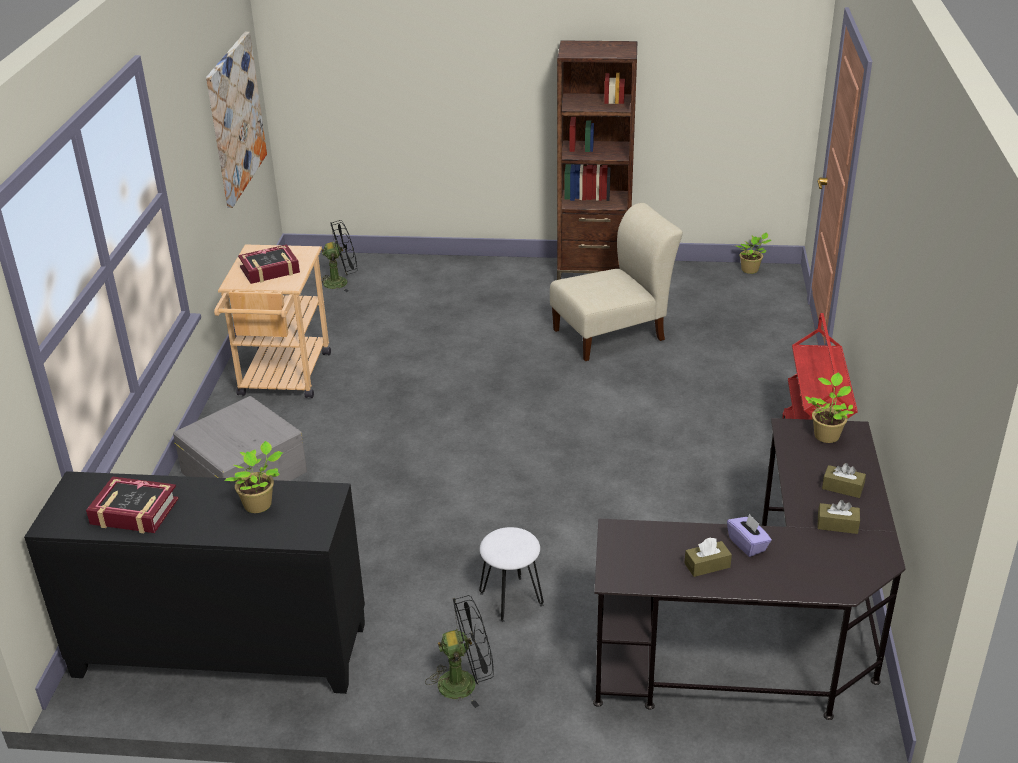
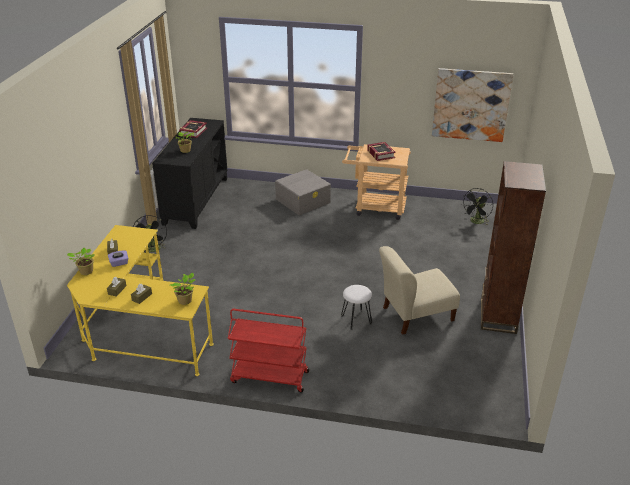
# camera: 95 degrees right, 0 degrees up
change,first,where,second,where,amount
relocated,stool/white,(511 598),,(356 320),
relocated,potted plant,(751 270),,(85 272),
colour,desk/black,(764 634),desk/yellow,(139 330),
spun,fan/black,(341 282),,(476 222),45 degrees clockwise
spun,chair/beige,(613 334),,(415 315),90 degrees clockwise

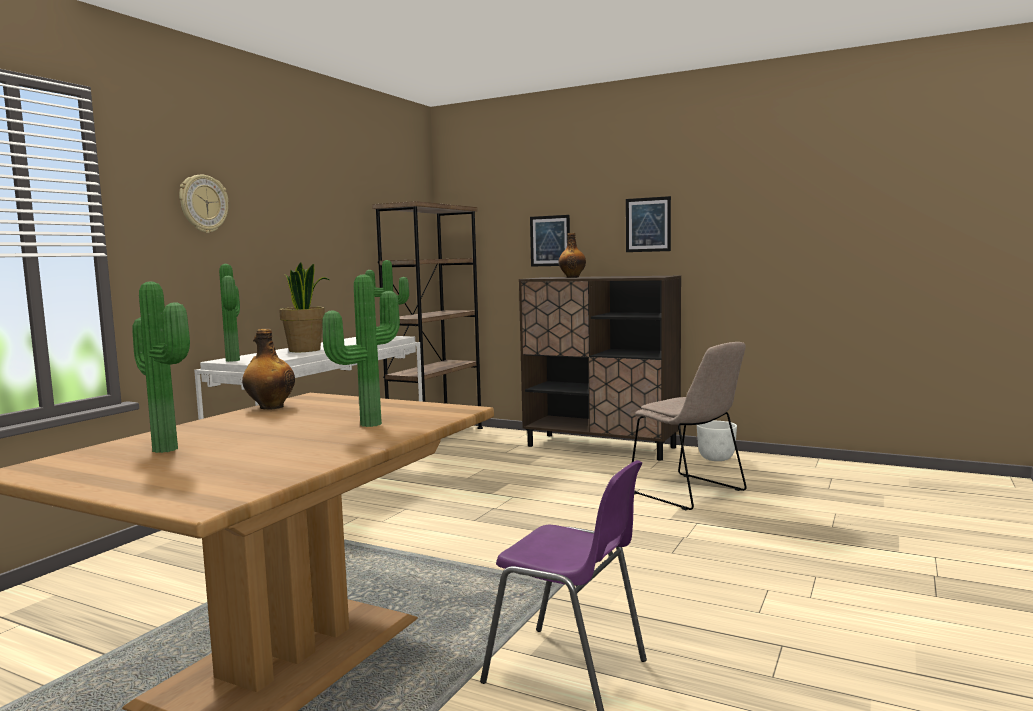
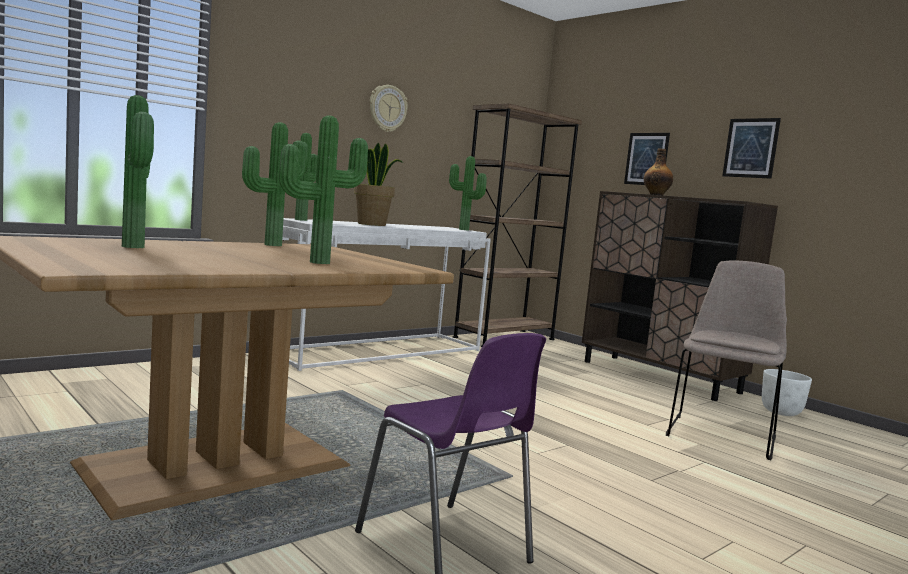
# camera: 20 degrees right, 0 degrees up
change,first,where,second,where,amount
relocated,wall clock,(203 204),,(387 108),
exchanged,bottle,(270 407),potted plant,(270 244),
spun,chair/beige,(690 493),,(721 435),135 degrees counterclockwise

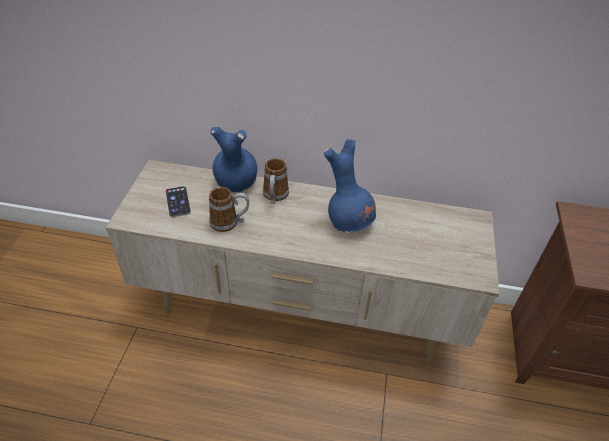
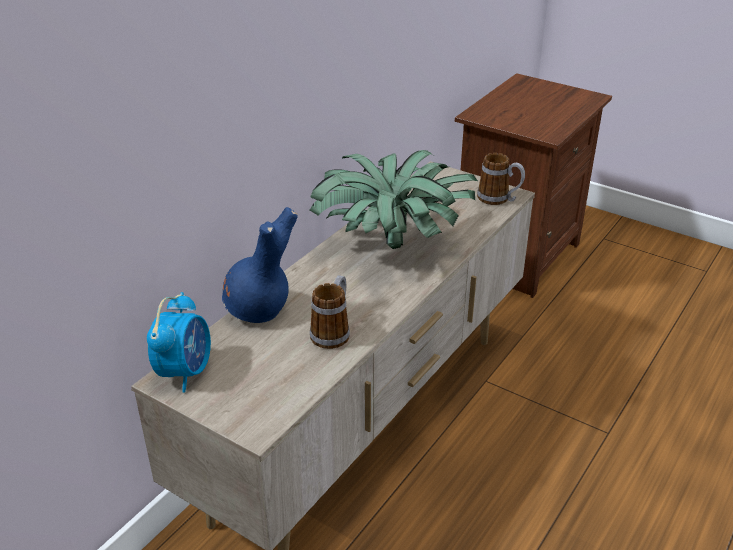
# camera: 65 degrees left, 10 degrees down
change,first,where,second,where,amount
missing,phone,(178 202),,,
appeared,,,alarm clock,(185 372),
relocated,mug,(275 197),,(499 199),
exchanged,vase/blue,(349 221),potted plant,(390 244),

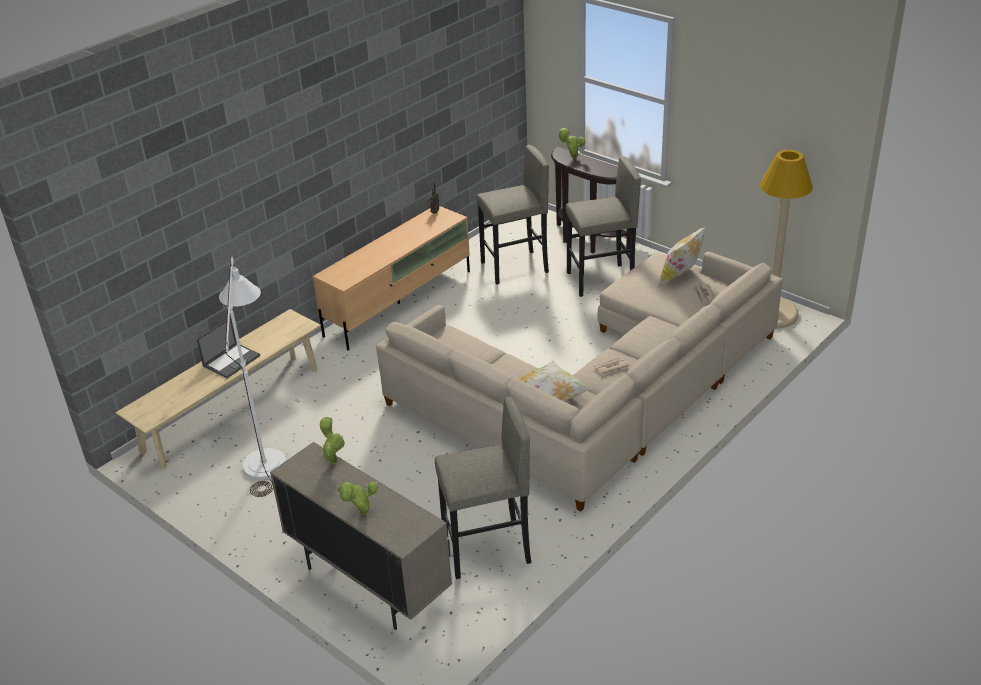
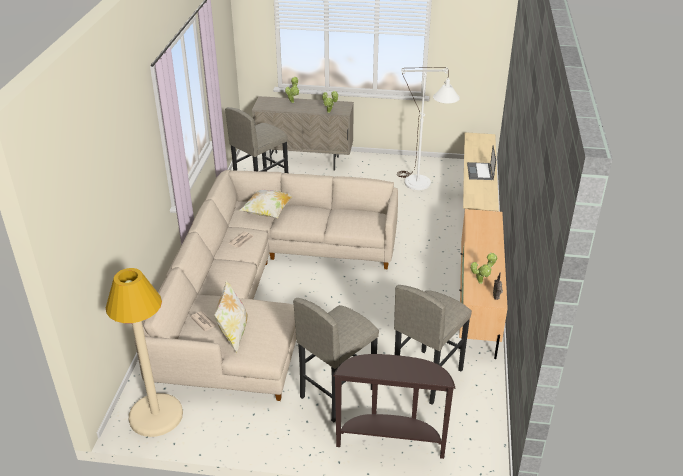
# camera: 145 degrees right, 0 degrees up
change,first,where,second,where,amount
relocated,potted plant,(572 158),,(481 281),

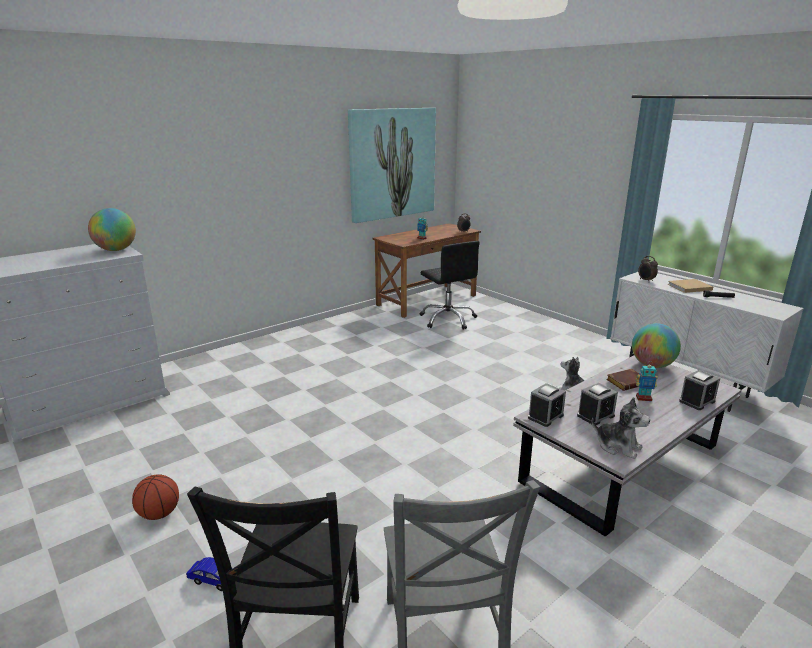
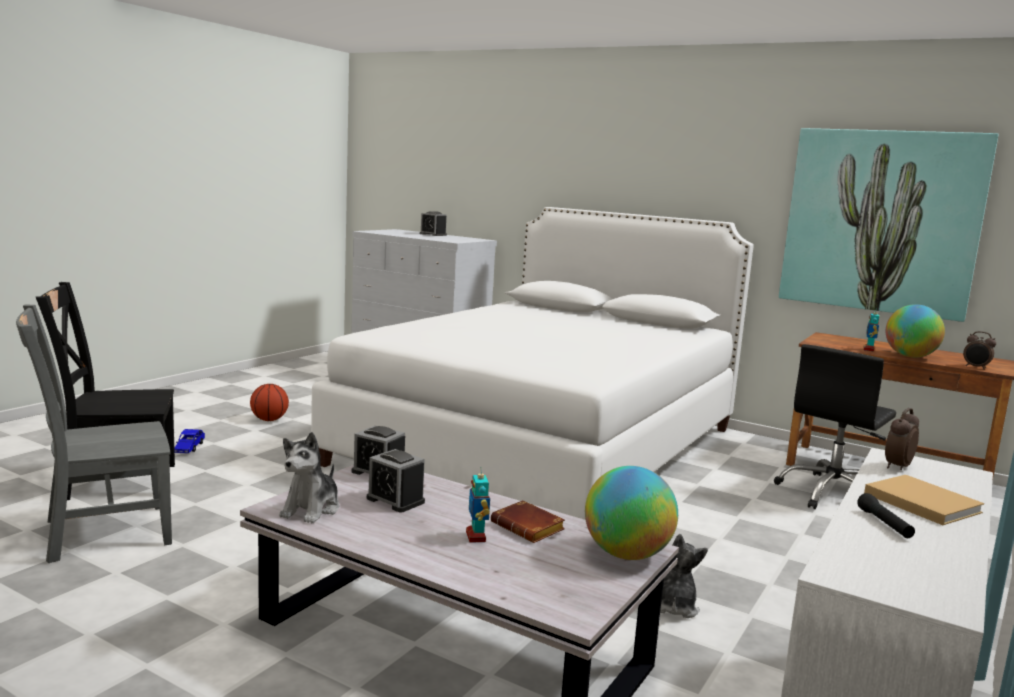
# camera: 70 degrees right, 10 degrees down
change,first,where,second,where,amount
appeared,,,bed/white,(544 445),
relocated,globe,(116 250),,(910 356),
relocated,alarm clock,(697 401),,(433 234),

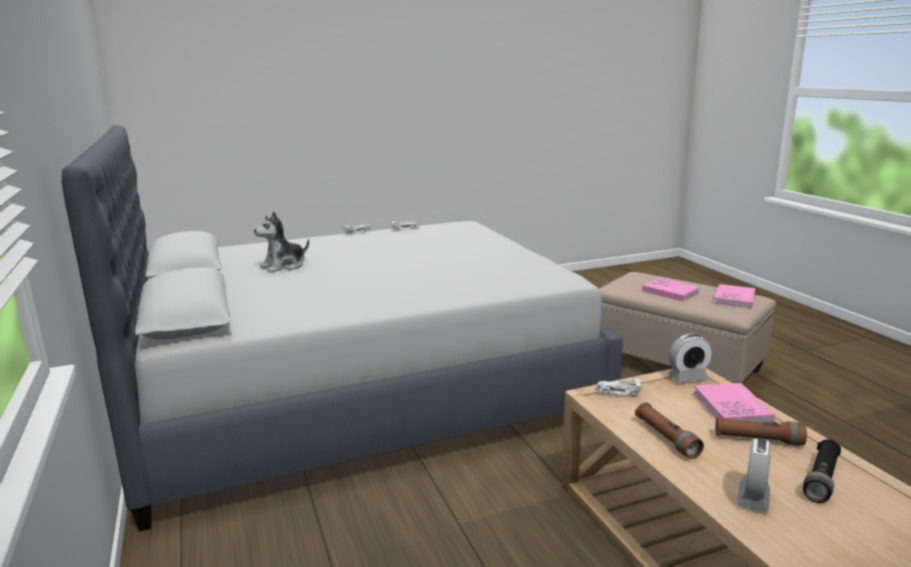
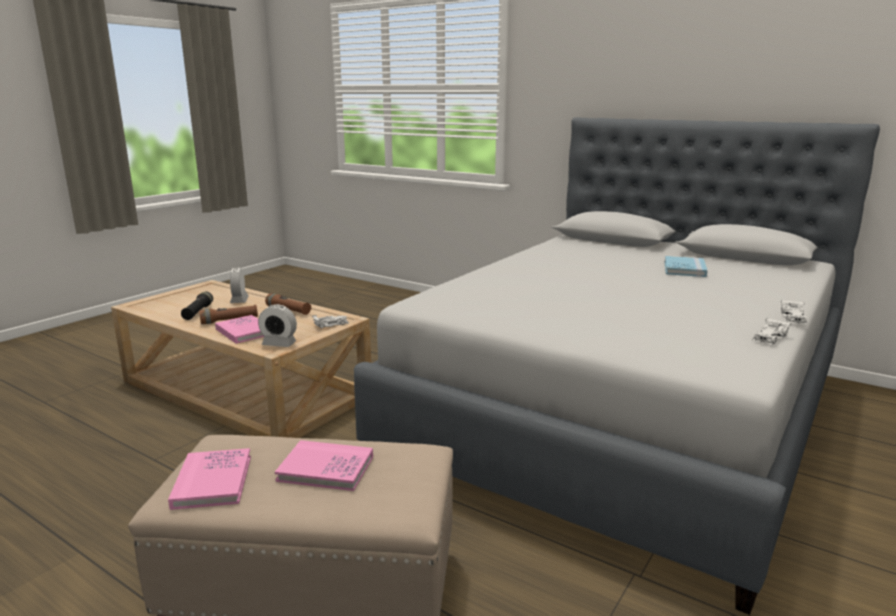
# camera: 145 degrees right, 0 degrees up
change,first,where,second,where,amount
exchanged,plush toy,(284 266),book/blue,(684 269),
spun,alarm clock,(688 377),,(279 344),120 degrees counterclockwise

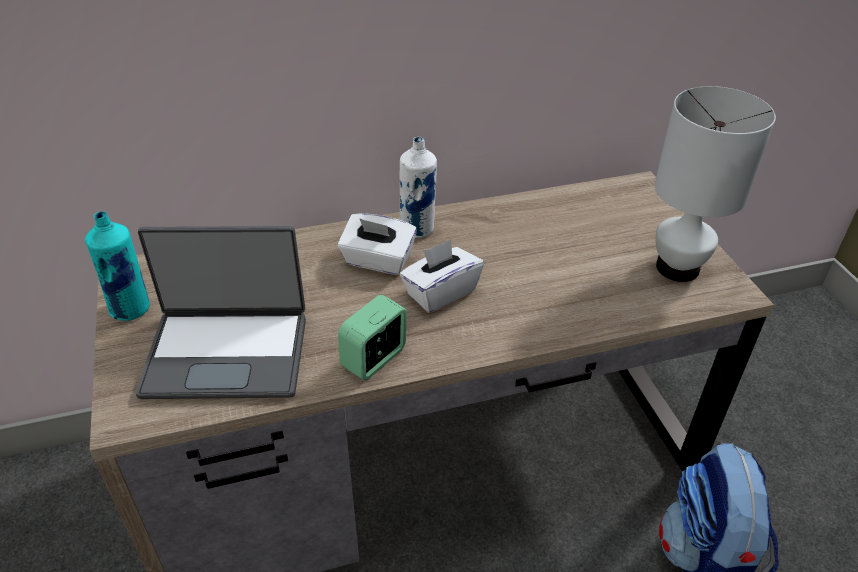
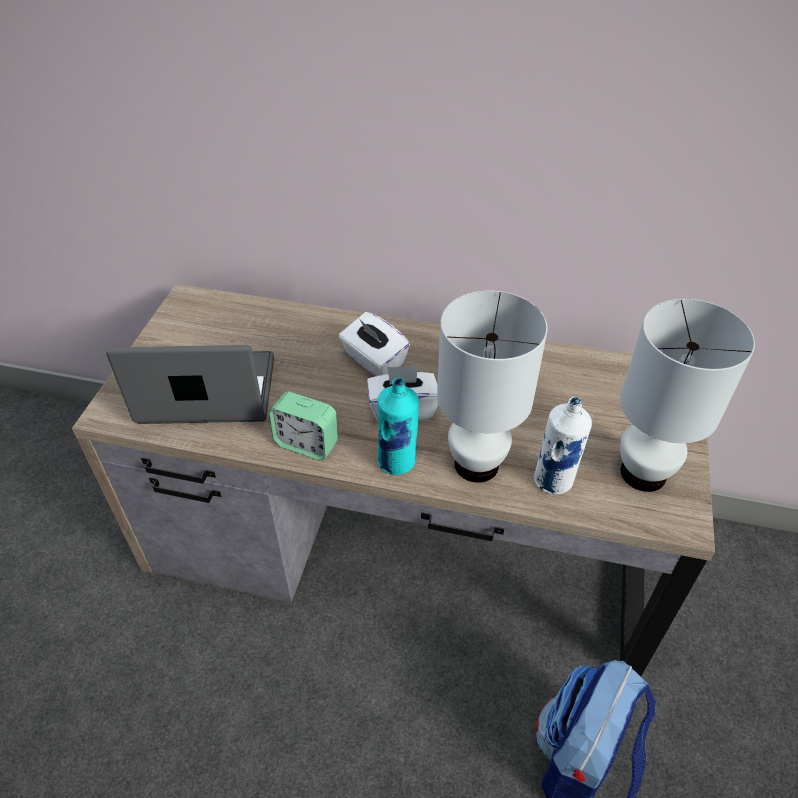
# camera: 30 degrees right, 5 degrees up
change,first,where,second,where,amount
appeared,,,table lamp/white,(475 464),
relocated,bottle/turquoise,(131 309),,(397 462),
relocated,bottle/white,(417 229),,(554 480),
spun,laptop,(227 353),,(207 393),150 degrees clockwise
spun,alarm clock,(374 359),,(306 444),135 degrees counterclockwise

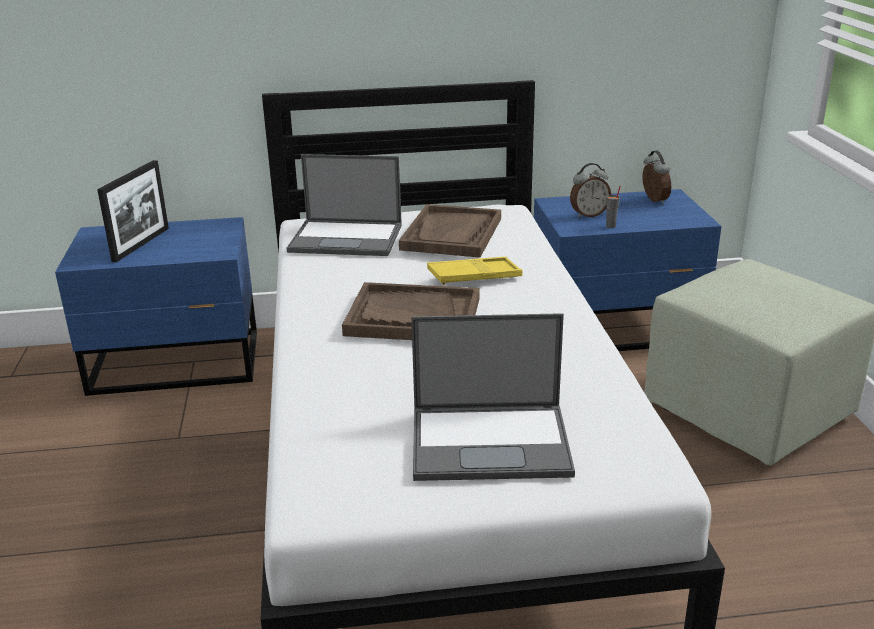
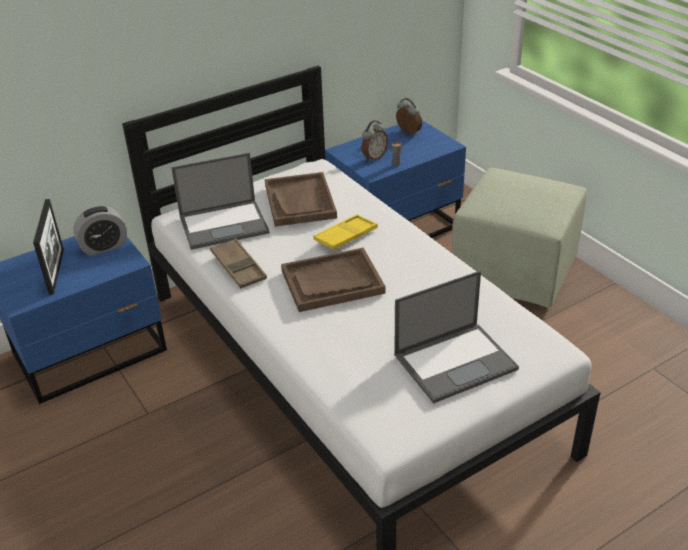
# camera: 25 degrees left, 10 degrees up
change,first,where,second,where,amount
appeared,,,alarm clock,(104 247),
appeared,,,tray/brown,(238 267),

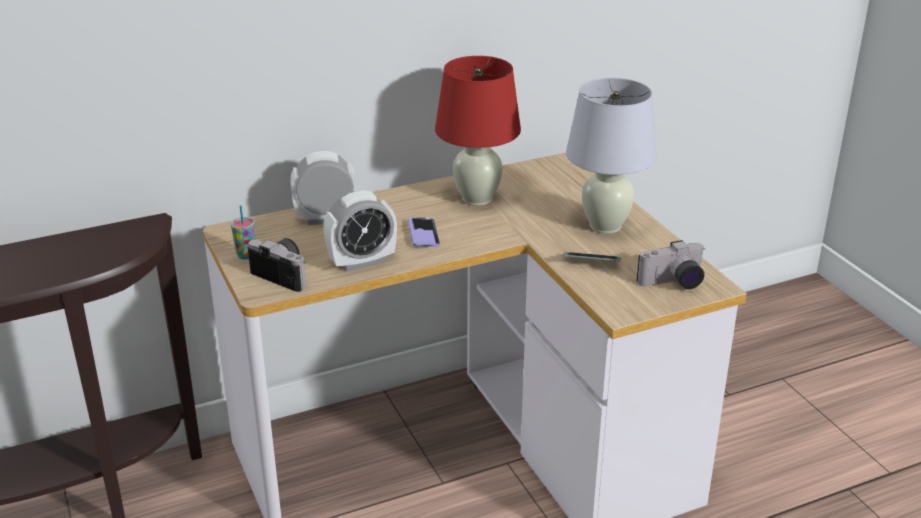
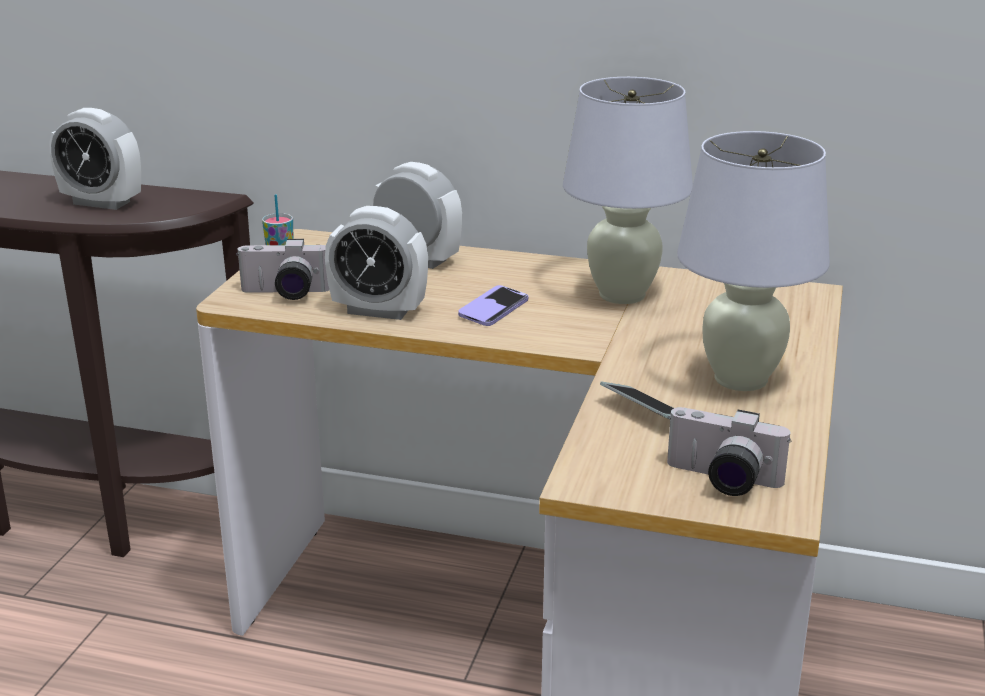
# camera: 40 degrees right, 5 degrees down
change,first,where,second,where,amount
appeared,,,alarm clock,(101 203),
colour,table lamp/red,(476 198),table lamp/white,(621 295),
spun,photo camera,(285 274),,(284 294),105 degrees clockwise

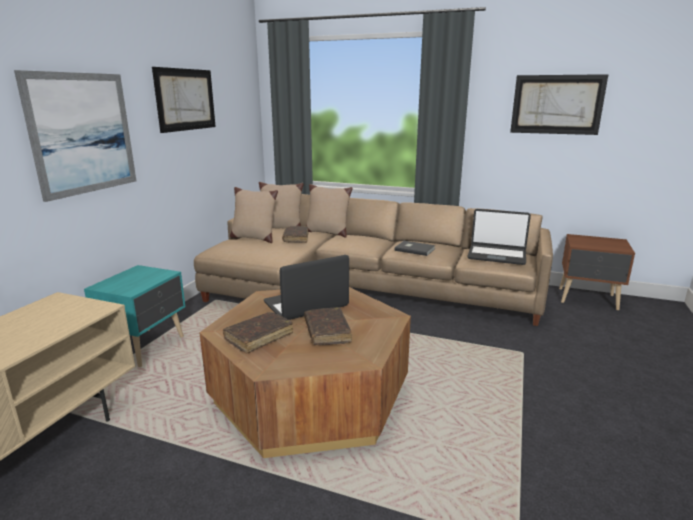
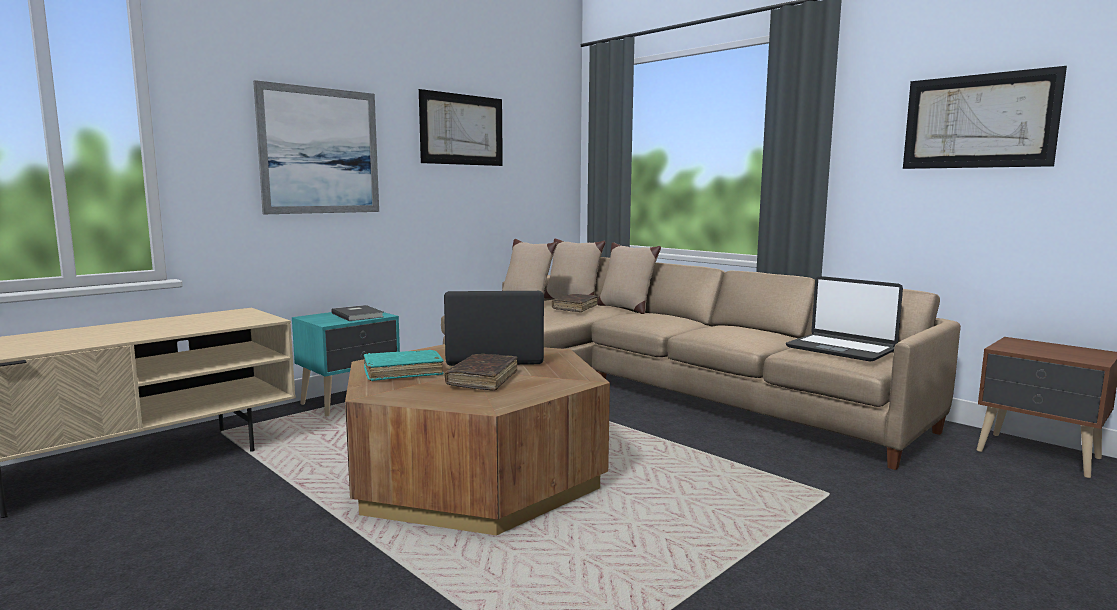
# camera: 25 degrees right, 10 degrees down
change,first,where,second,where,amount
relocated,book/grey,(414 249),,(358 315),
colour,book/brown,(259 337),book/turquoise,(403 373),

